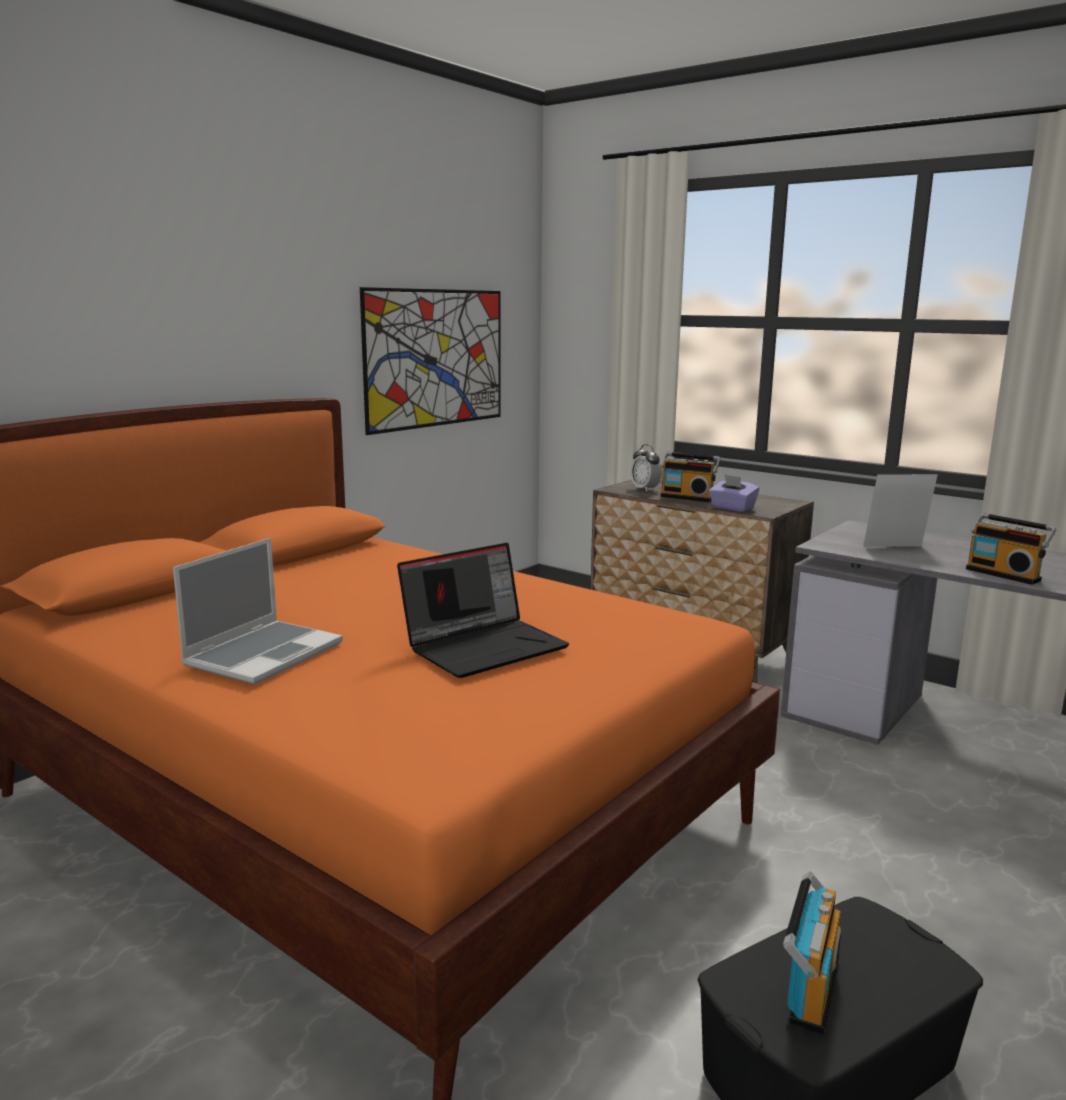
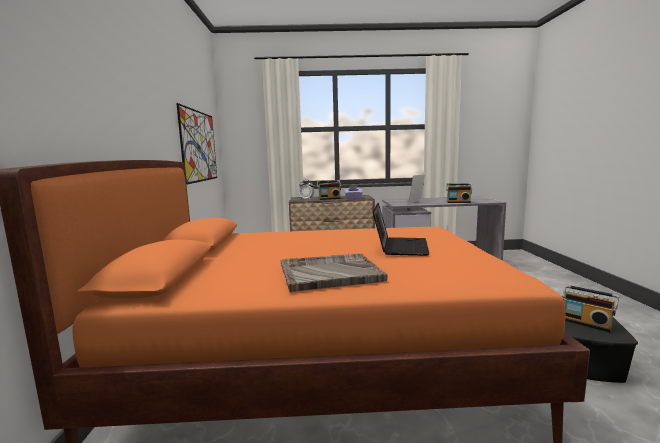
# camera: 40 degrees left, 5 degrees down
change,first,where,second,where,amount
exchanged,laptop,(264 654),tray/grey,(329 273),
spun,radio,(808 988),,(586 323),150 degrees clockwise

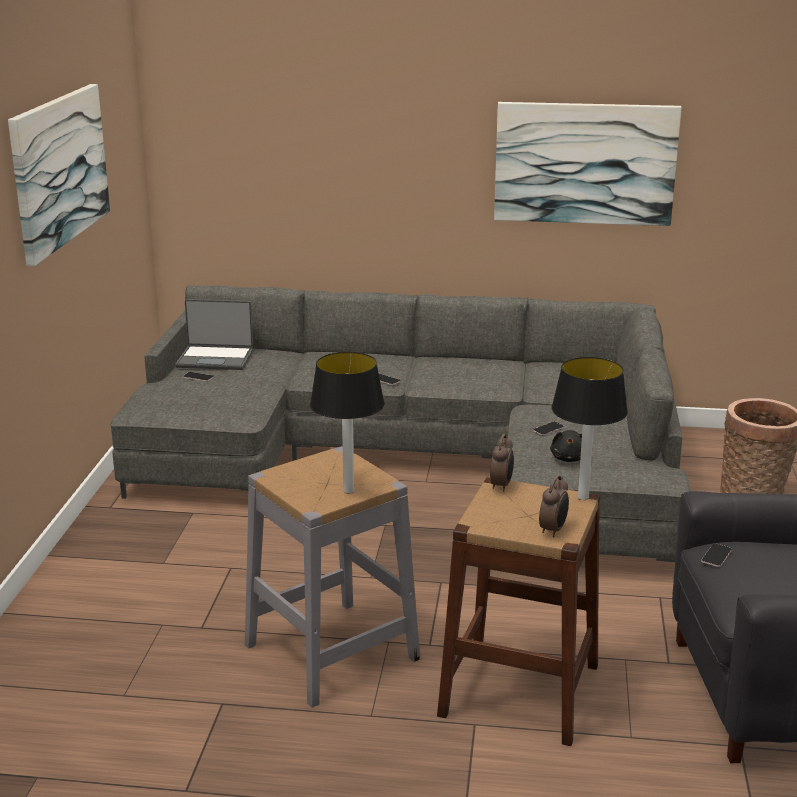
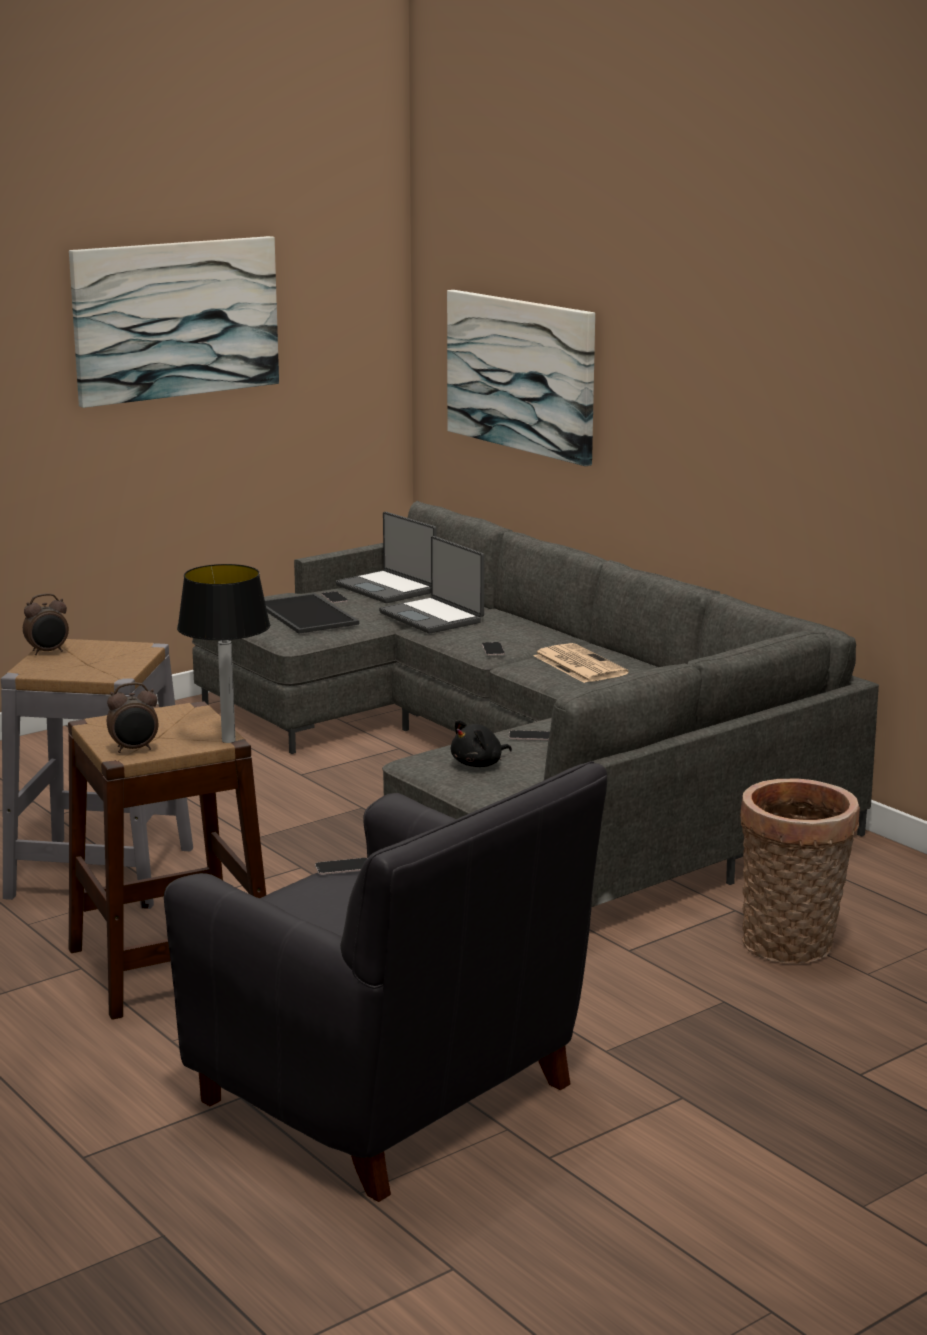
# camera: 45 degrees right, 5 degrees down
change,first,where,second,where,amount
missing,table lamp,(348 490),,,
appeared,,,tray,(309 614),
appeared,,,laptop,(433 617),
appeared,,,newspaper,(578 665),
relocated,alarm clock,(501 485),,(48 652),
relocated,picture,(585 163),,(521 374),

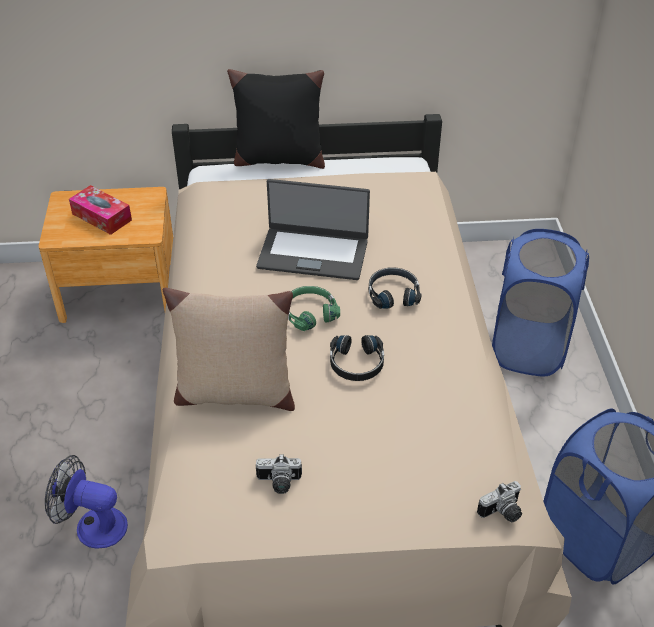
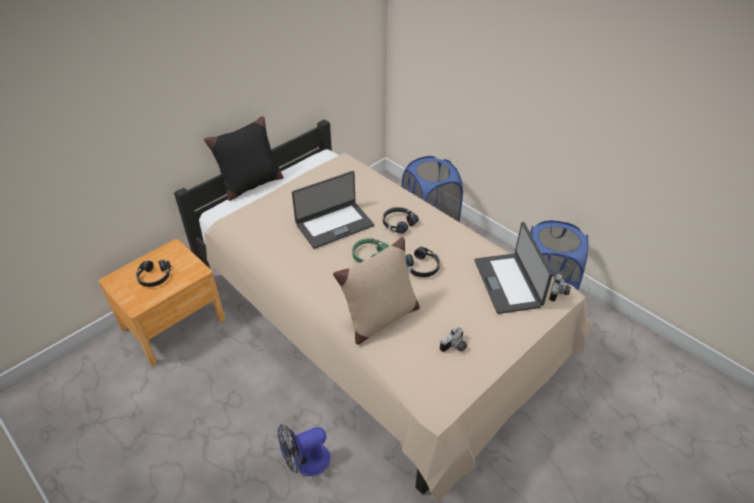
# camera: 40 degrees left, 0 degrees up
change,first,where,second,where,amount
appeared,,,laptop,(508 283),
exchanged,tissue box,(102 217),headphones/black,(154 277),

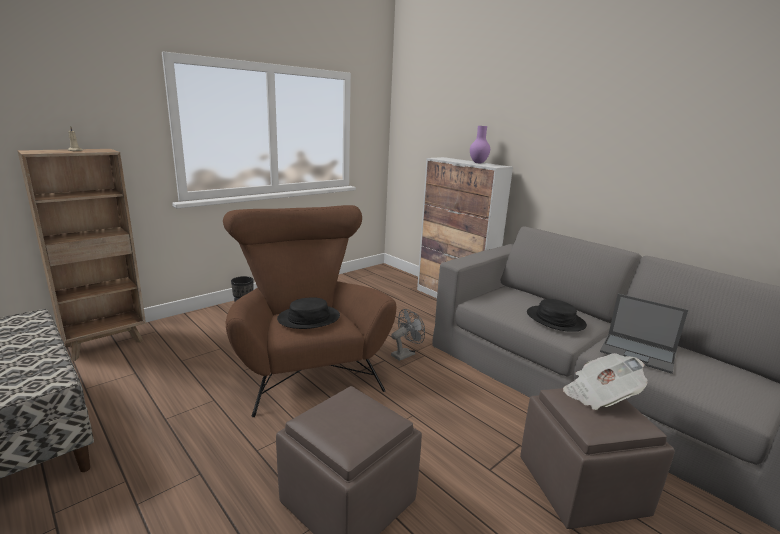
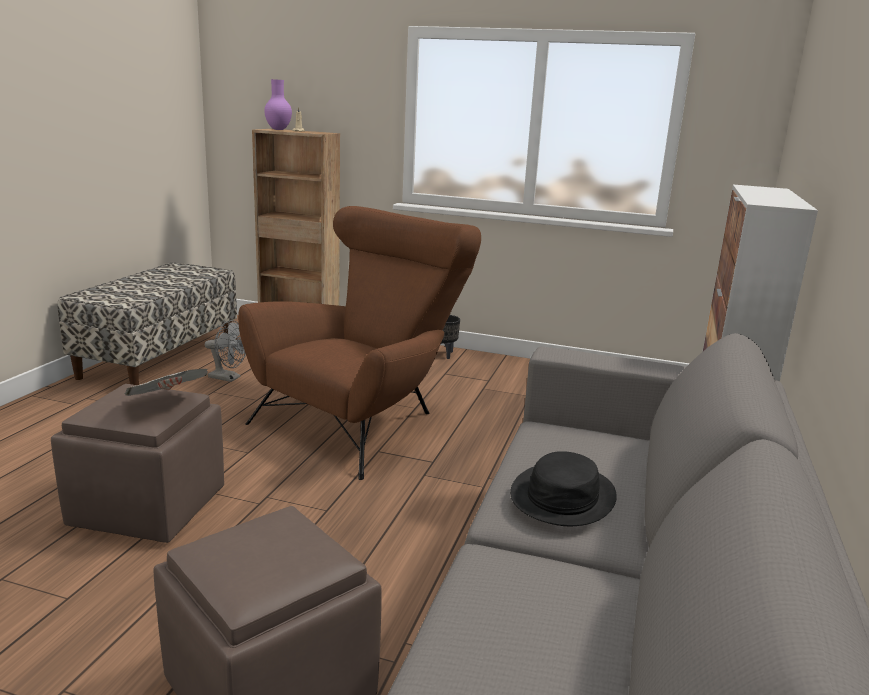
# camera: 60 degrees right, 0 degrees up
change,first,where,second,where,amount
missing,hat/black,(309 318),,,
missing,laptop,(638 353),,,
relocated,fan/grey,(405 354),,(228 378),
relocated,vase/purple,(478 163),,(279 129),
relocated,newspaper,(599 396),,(168 403),

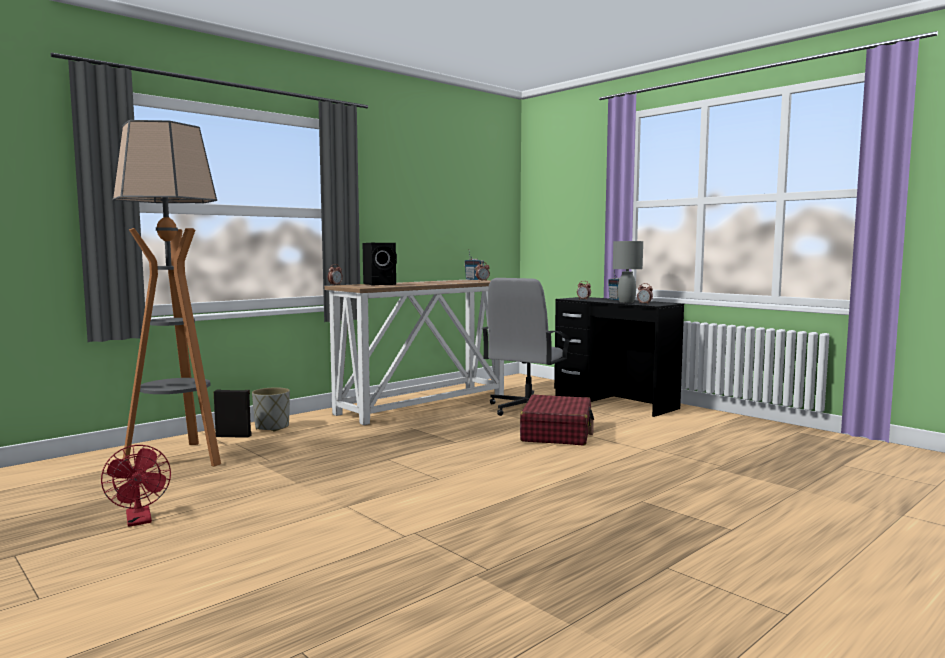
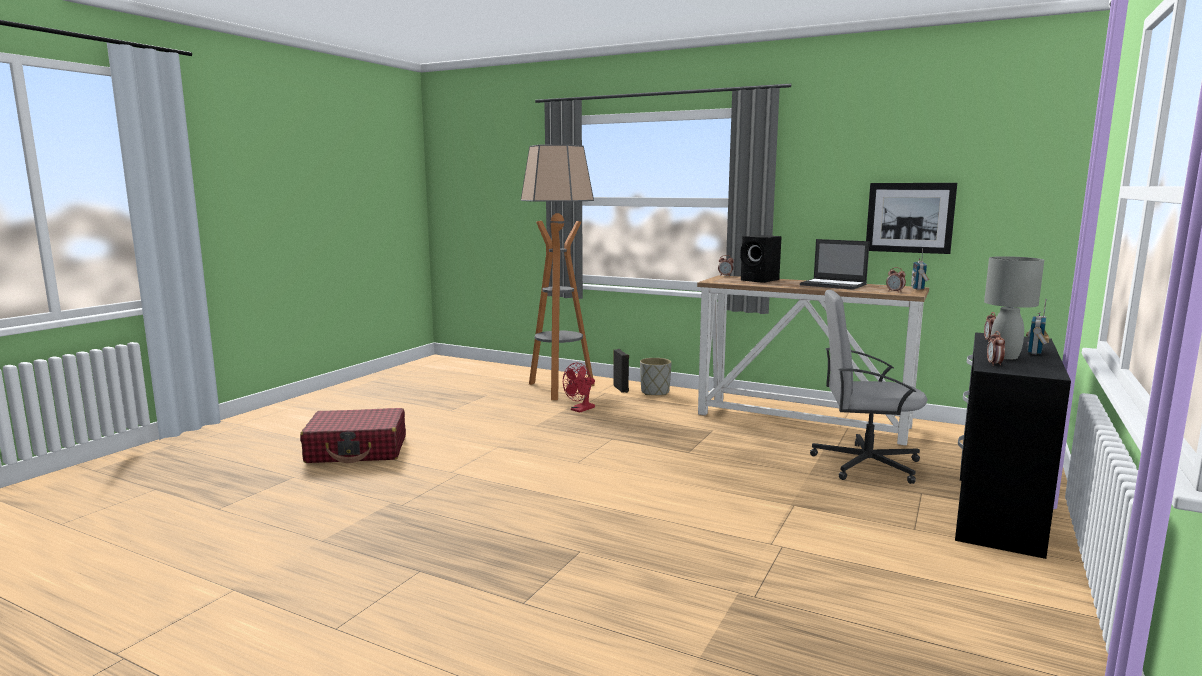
# camera: 70 degrees right, 5 degrees up
change,first,where,second,where,amount
appeared,,,laptop,(834 285),
appeared,,,picture,(909 217),
relocated,fan/red,(140 521),,(580 410),
relocated,suitcase/red,(557 433),,(357 450),

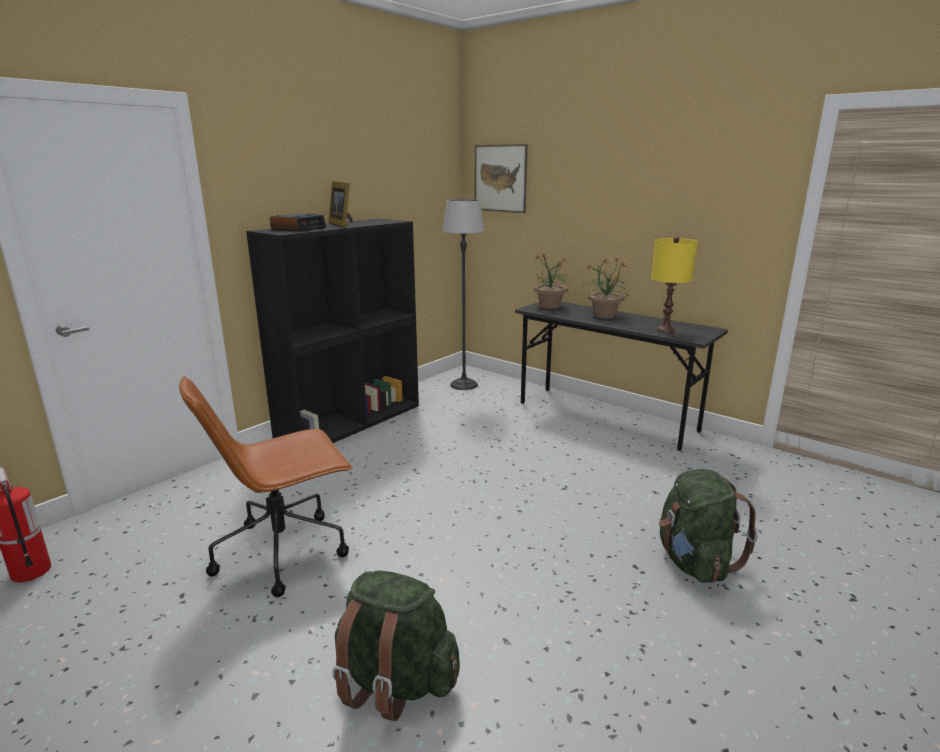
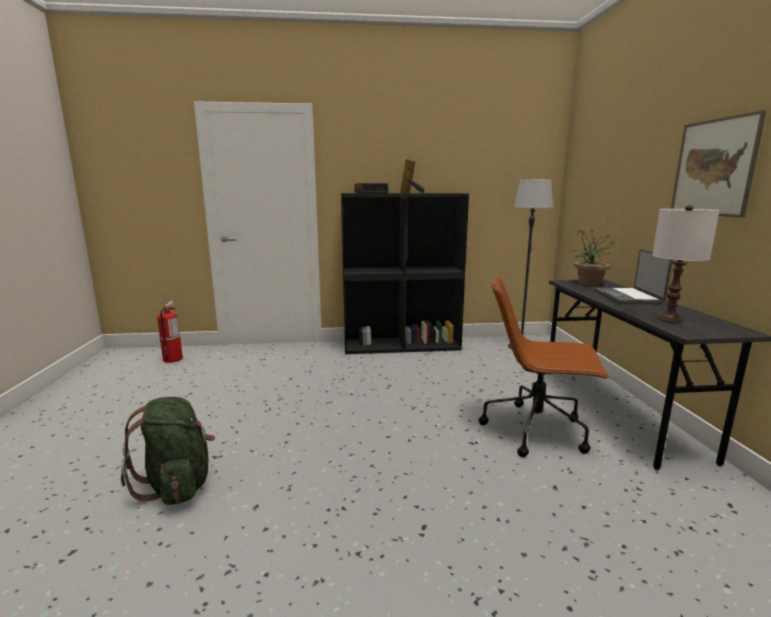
# camera: 45 degrees right, 5 degrees down
change,first,where,second,where,amount
missing,backpack/green,(694 562),,,
relocated,office chair/brown,(284 551),,(536 430),
relocated,picture,(500 178),,(713 167),
exchanged,potted plant,(604 315),laptop,(629 297),
colour,table lamp/yellow,(665 330),table lamp/white,(669 319),

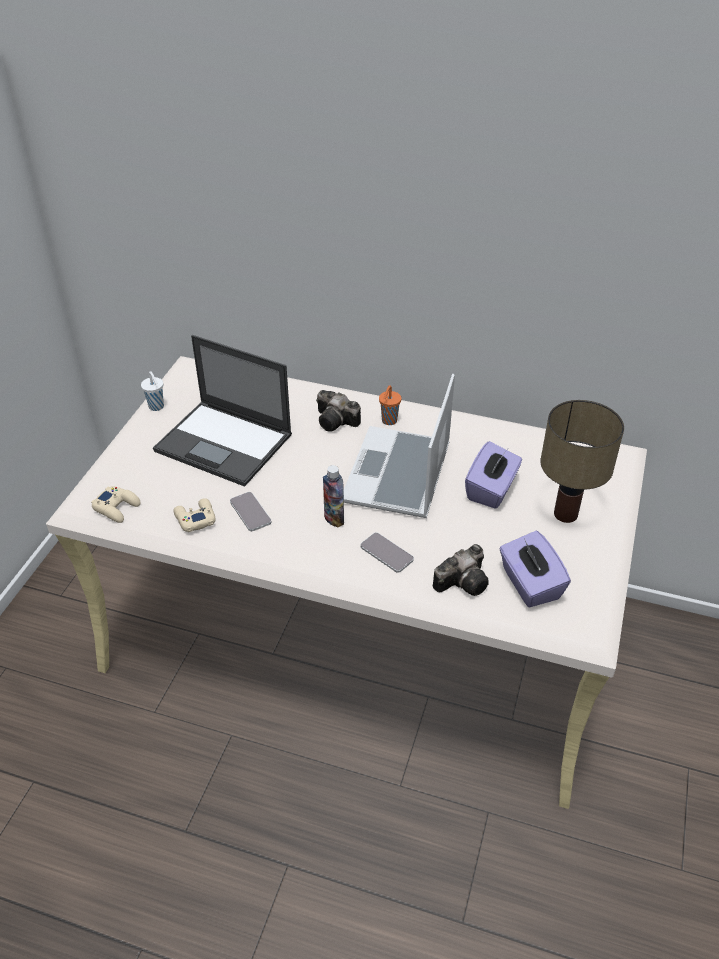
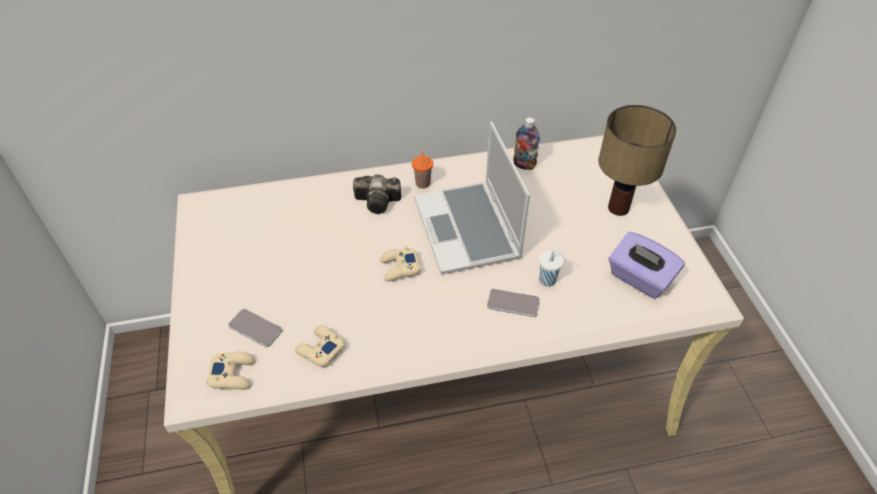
# camera: 30 degrees left, 5 degrees up
change,first,where,second,where,amount
missing,laptop,(225 443),,,
missing,photo camera,(464 581),,,
missing,tissue box/purple,(491 490),,,
appeared,,,game controller/beige,(400 268),
relocated,cup/white,(157 407),,(548 281),
relocated,phone,(250 512),,(255 328),
relocated,bottle,(334 519),,(524 165),

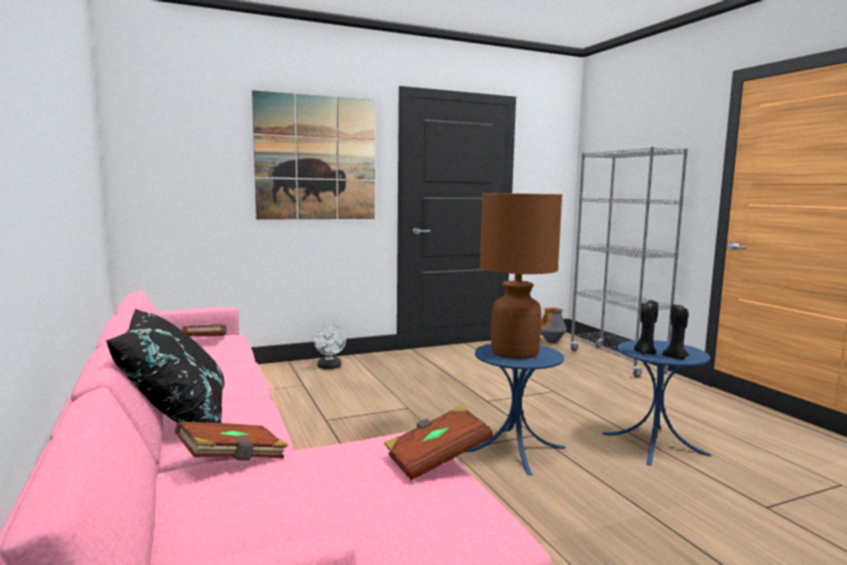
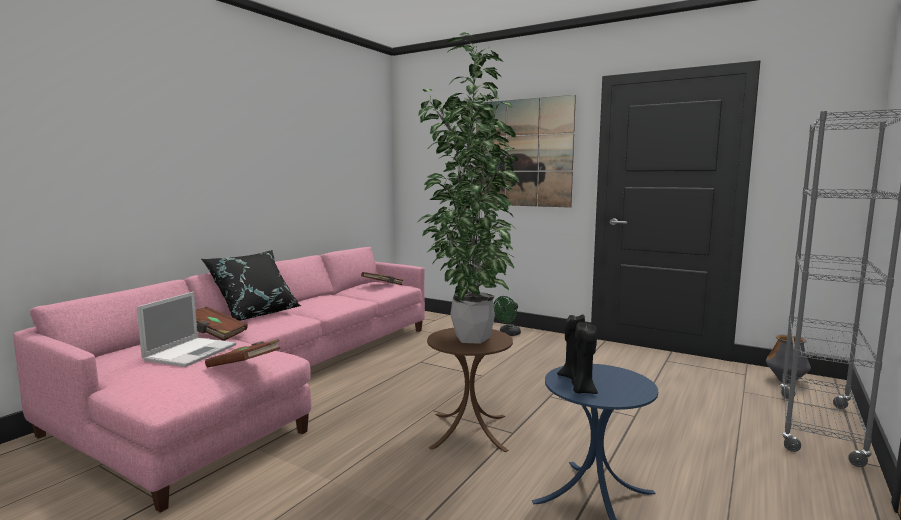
# camera: 55 degrees right, 0 degrees up
change,first,where,second,where,amount
appeared,,,laptop,(192 352),
exchanged,table lamp/brown,(514 352),potted plant,(468 337),
colour,fan/white,(330 367),fan/green,(508 334),
colour,side table/blue,(514 449),side table/brown,(469 431),

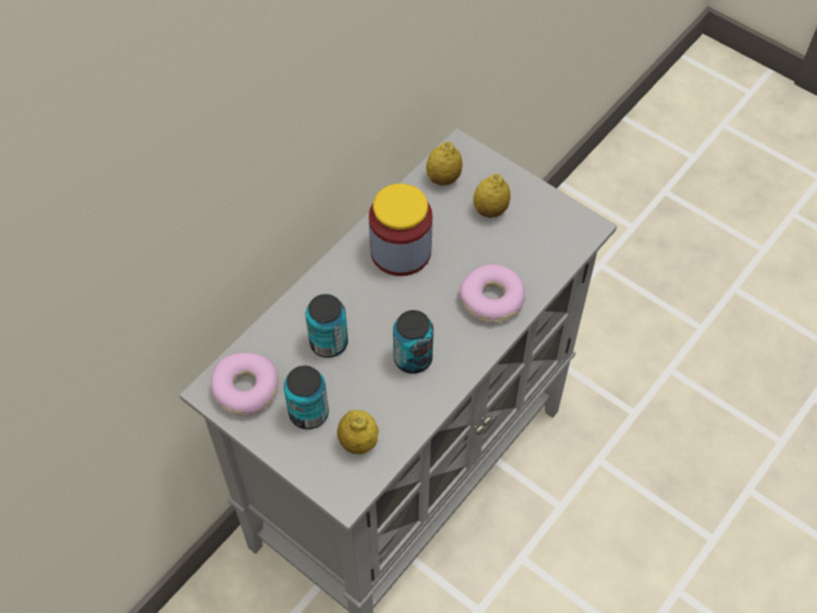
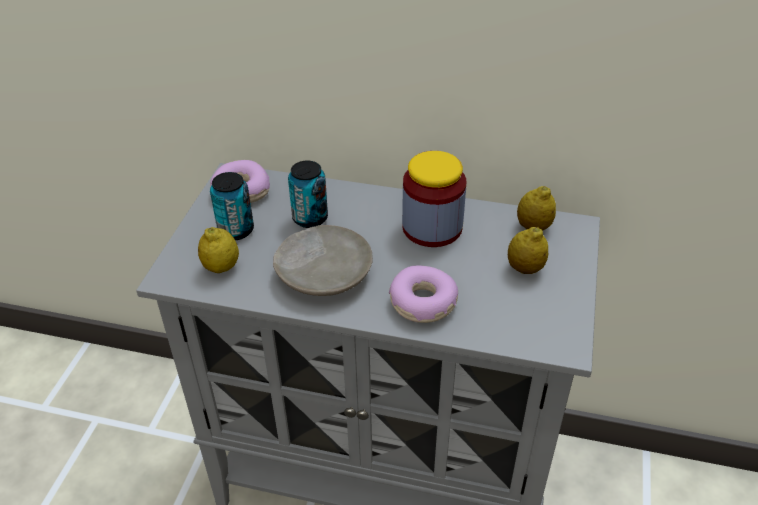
# camera: 65 degrees right, 15 degrees down
change,first,where,second,where,amount
exchanged,can,(413 358),plate/beige,(324 272),

